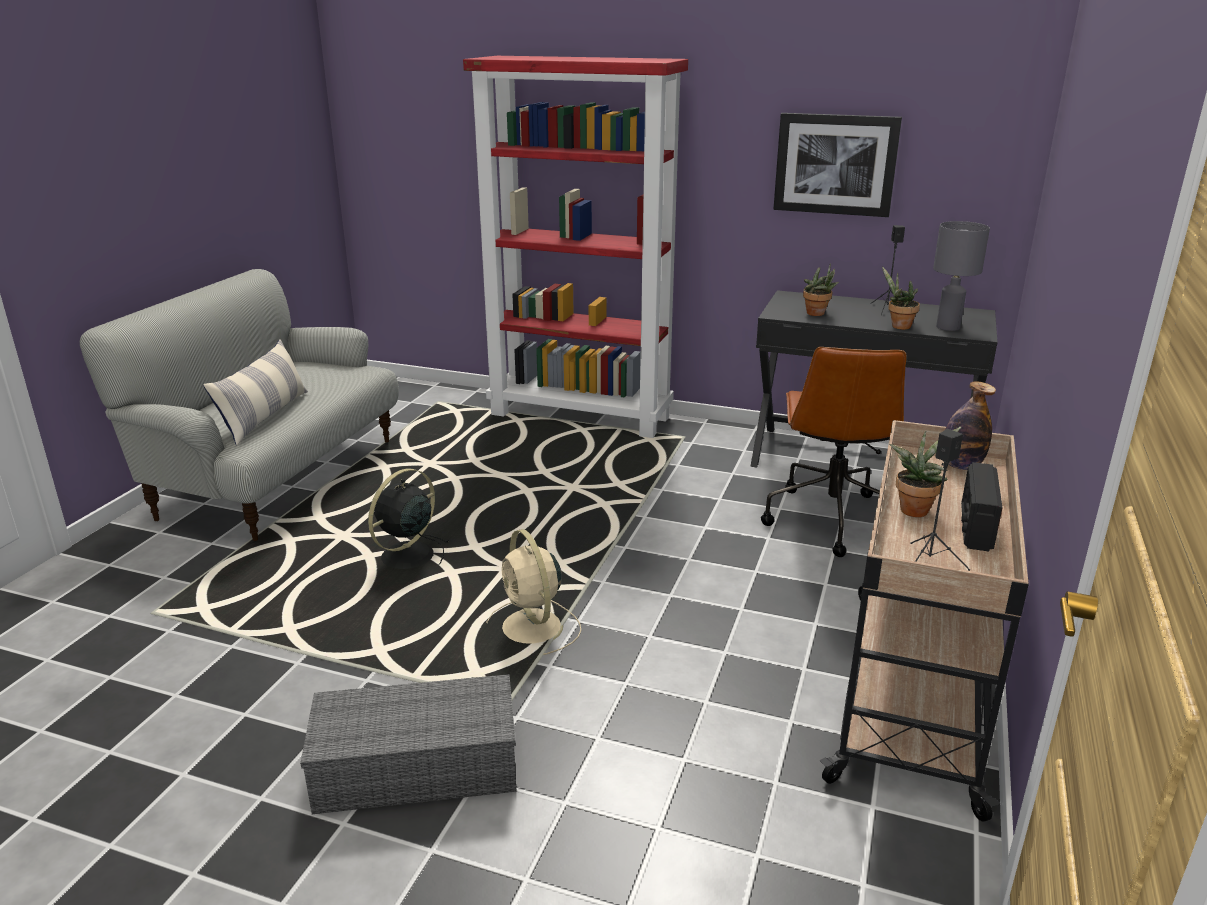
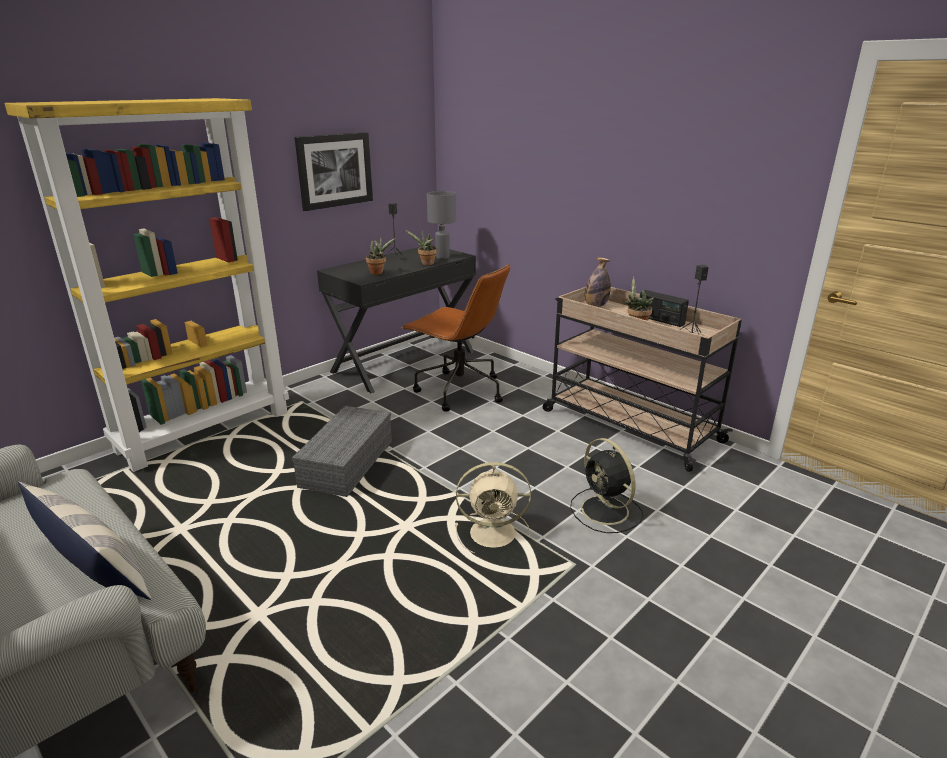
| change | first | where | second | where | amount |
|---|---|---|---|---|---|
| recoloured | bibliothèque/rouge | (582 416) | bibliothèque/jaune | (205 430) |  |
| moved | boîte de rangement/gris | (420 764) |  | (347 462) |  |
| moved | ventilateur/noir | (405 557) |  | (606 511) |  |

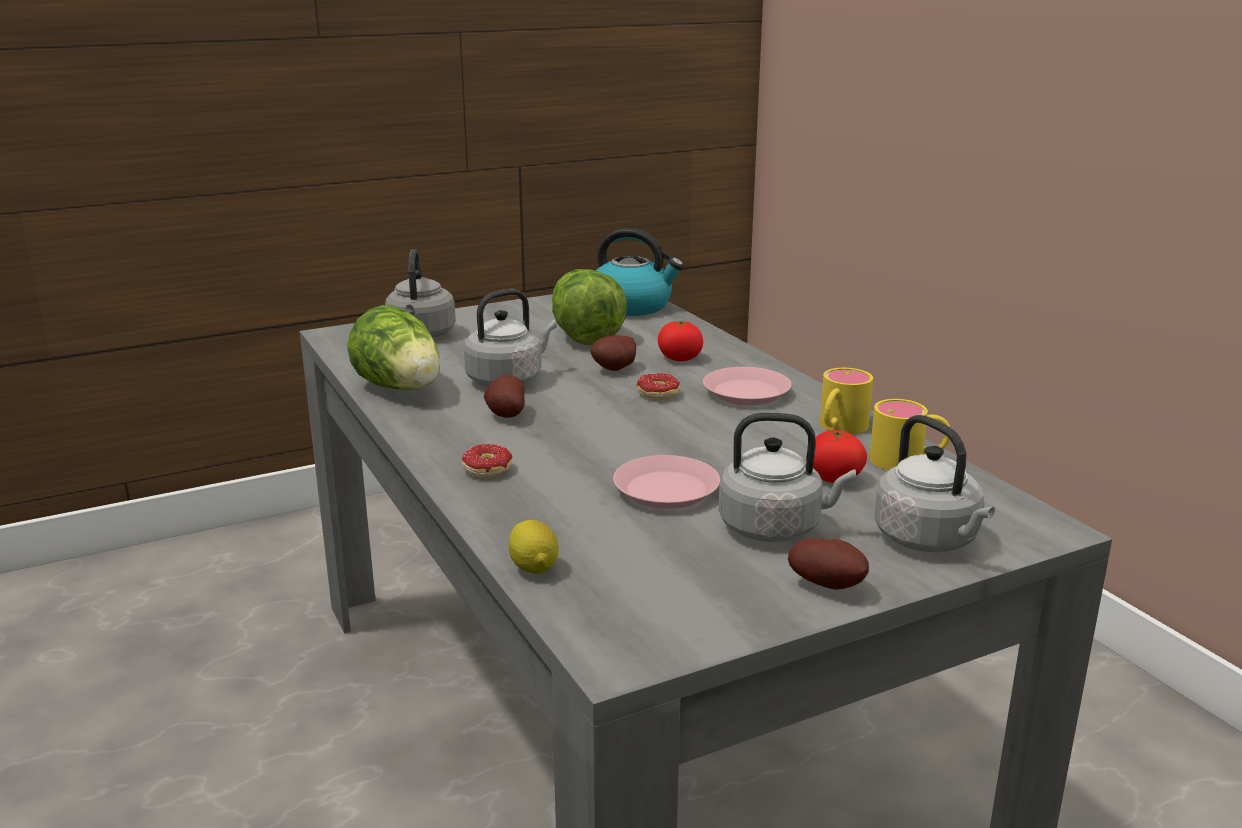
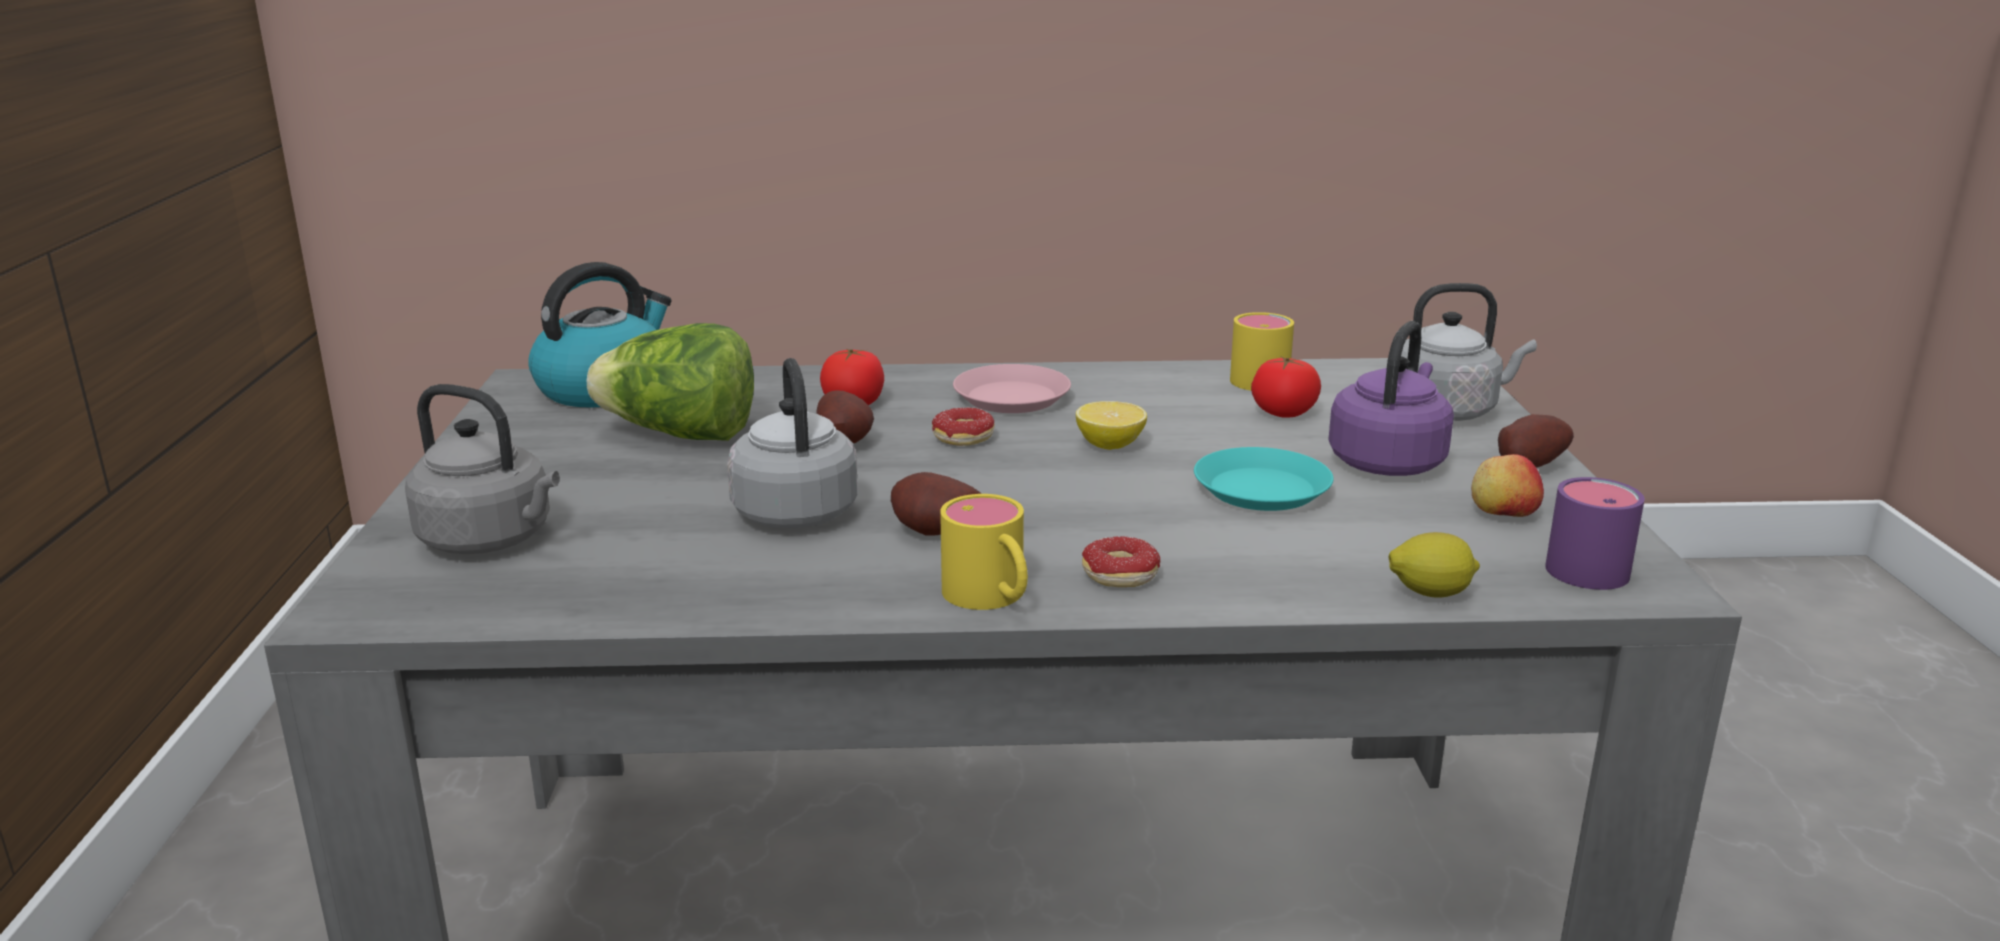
| change | first | where | second | where | amount |
|---|---|---|---|---|---|
| moved | mug/jaune | (839 428) |  | (992 598) |  |
| added |  |  | citron | (1110 445) |  |
| recoloured | assiette/rose | (666 490) | assiette/turquoise | (1261 489) |  |
| recoloured | bouilloire/gris | (775 528) | bouilloire/violet | (1388 461) |  |
| added |  |  | pomme | (1503 514) |  |
| added |  |  | mug/violet | (1586 563) |  |
| removed | laitue | (401 389) |  |  |  |

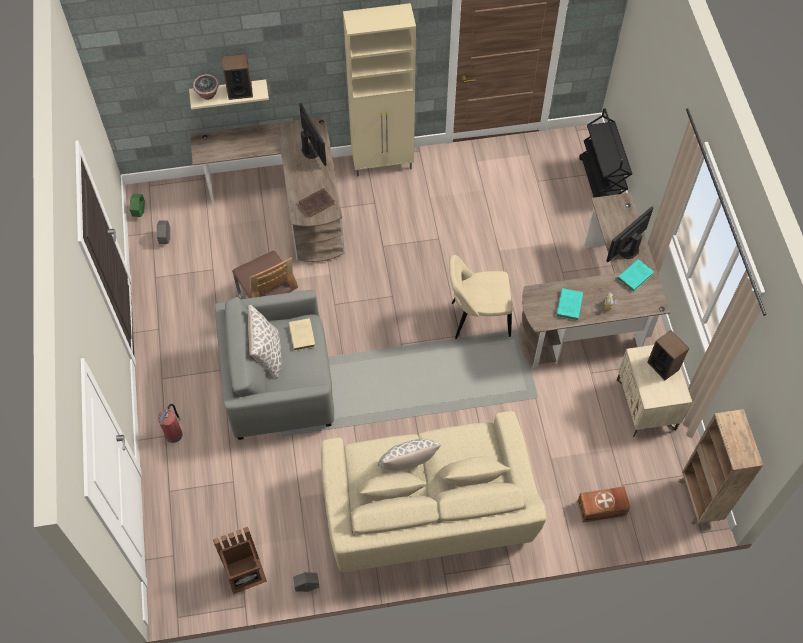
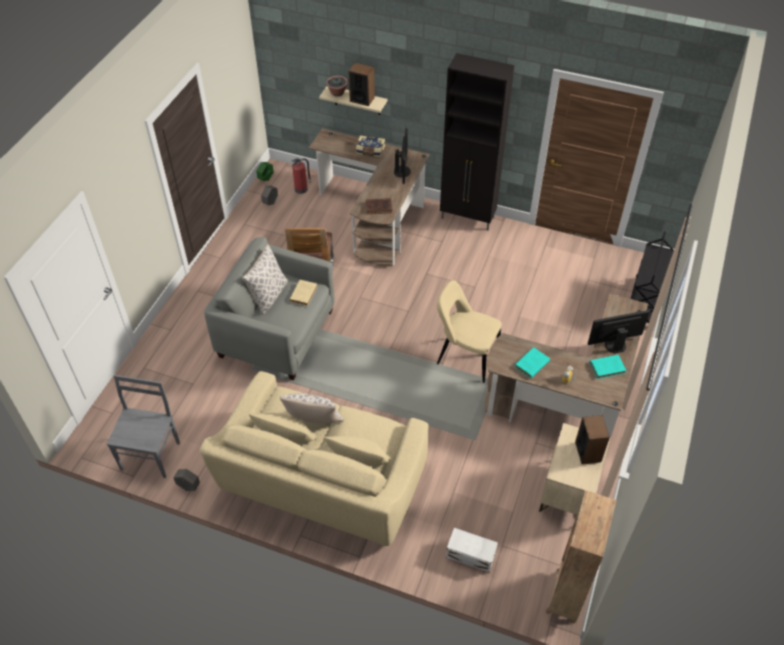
| change | first | where | second | where | amount |
|---|---|---|---|---|---|
| replaced | poubelle/marron | (246 575) | chaise/gris | (151 454) |  |
| moved | extincteur | (174 433) |  | (301 189) |  |
| added |  |  | livre | (370 151) |  |
| recoloured | meuble de rangement/beige | (383 164) | meuble de rangement/noir | (468 218) |  |
| recoloured | boîte de rangement/marron | (602 508) | boîte de rangement/blanc | (471 555) |  |

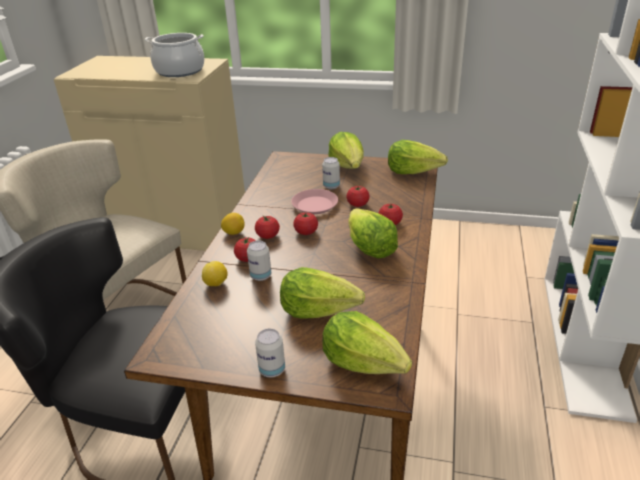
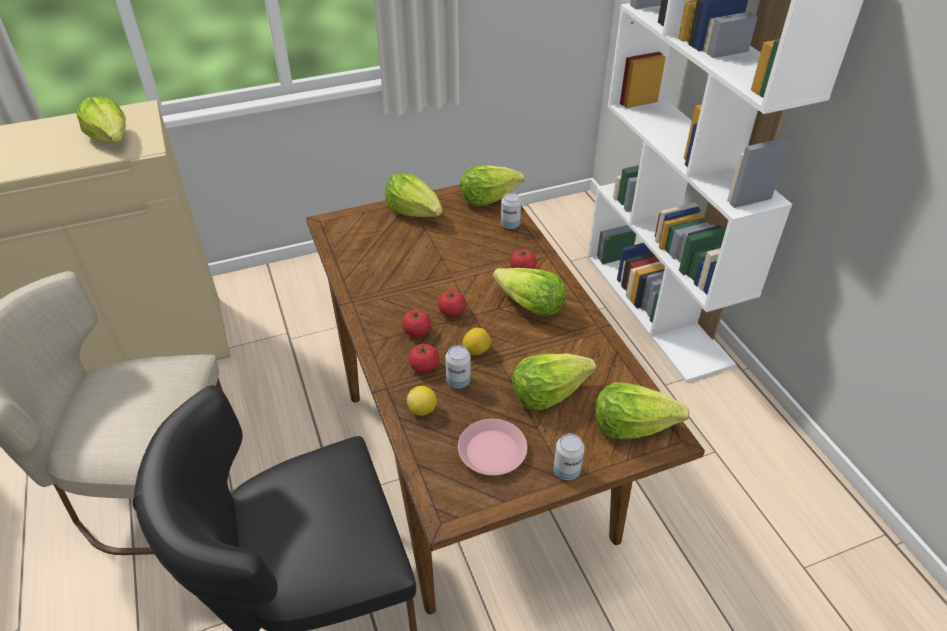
| change | first | where | second | where | amount |
|---|---|---|---|---|---|
| replaced | marmite | (180 71) | laitue | (111 139) |  |
| moved | assiette/rose | (315 205) |  | (492 451) |  |
| moved | citron | (234 233) |  | (476 350) |  |
| moved | boîte métallique | (331 186) |  | (510 225) |  |
| removed | tomate | (358 204) |  |  |  |

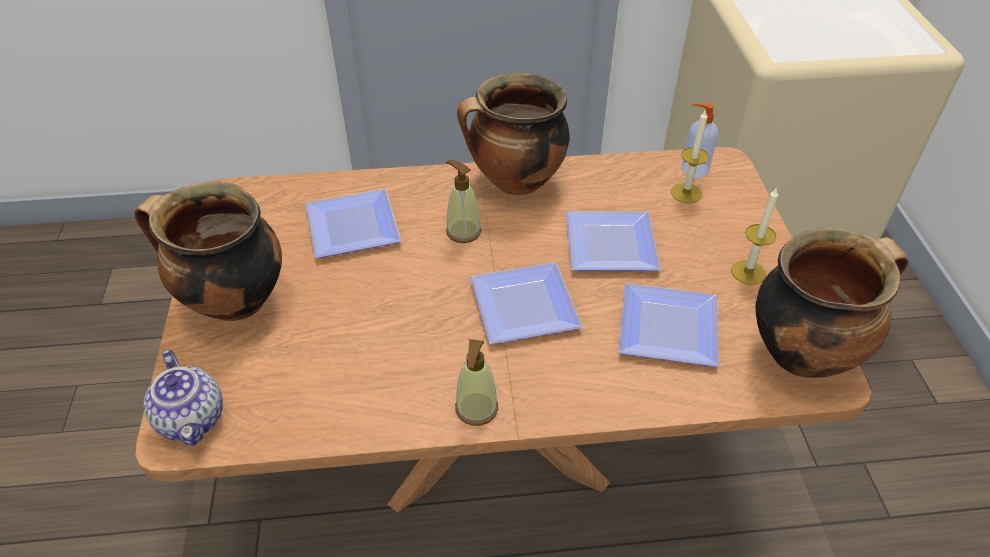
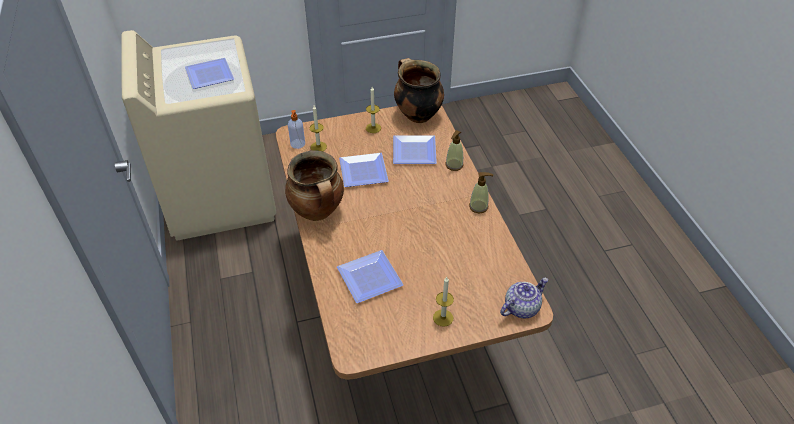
| change | first | where | second | where | amount |
|---|---|---|---|---|---|
| moved | assiette | (520 304) |  | (208 76) |  |
| replaced | marmite | (232 301) | bougie | (443 317) |  |
| moved | distributeur de savon | (463 231) |  | (454 165) |  |

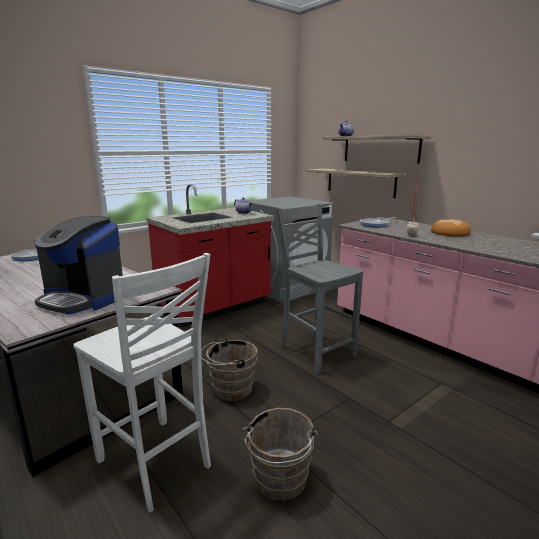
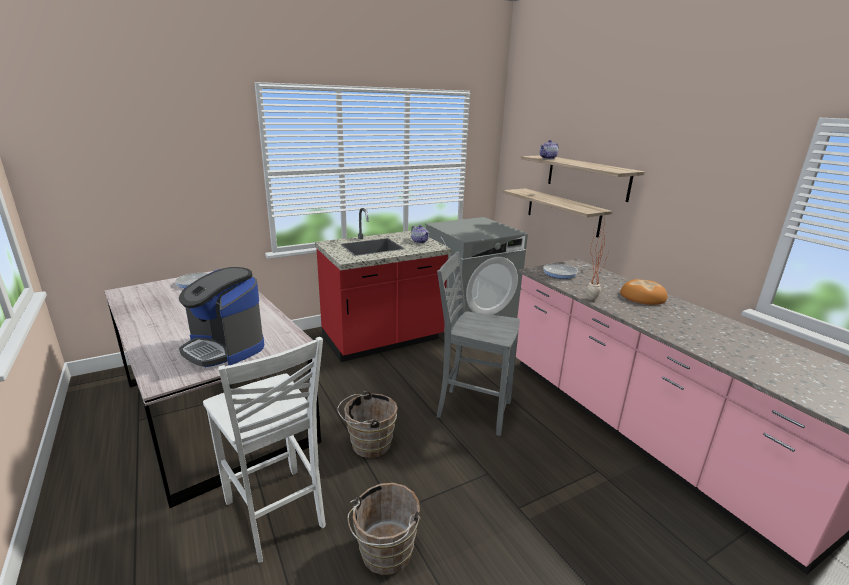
| change | first | where | second | where | amount |
|---|---|---|---|---|---|
| turned | chaise/gris | (316 351) |  | (472 410) | 45 degrees counterclockwise |

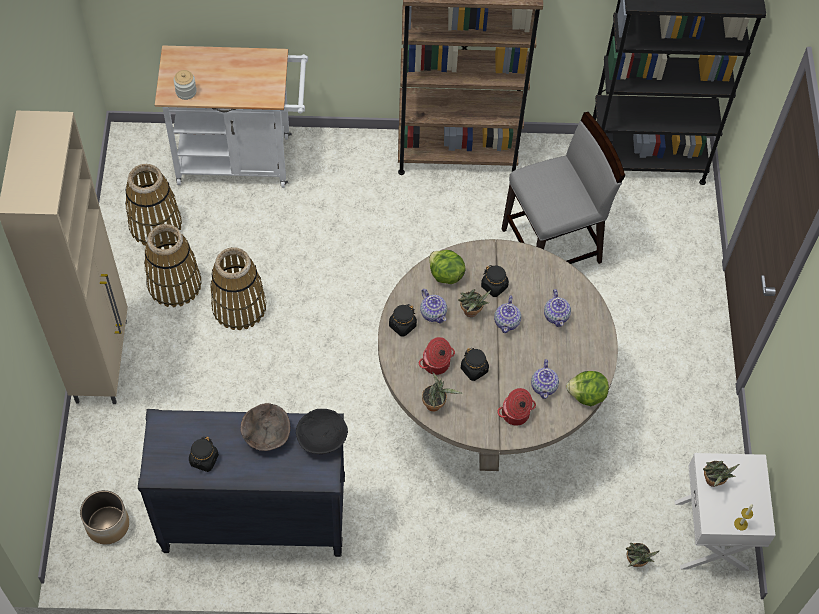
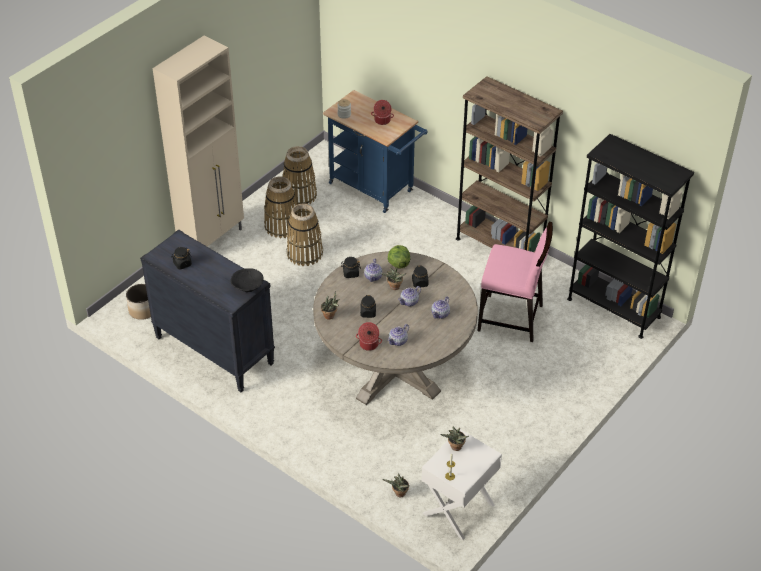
| change | first | where | second | where | amount |
|---|---|---|---|---|---|
| recoloured | chariot/blanc | (242 159) | chariot/bleu | (375 189) |  |
| moved | marmite | (436 364) |  | (382 120) |  |
| recoloured | chaise/gris | (552 246) | chaise/rose | (511 318) |  |
| removed | bol/marron | (266 434) |  |  |  |
| removed | laitue | (586 395) |  |  |  |

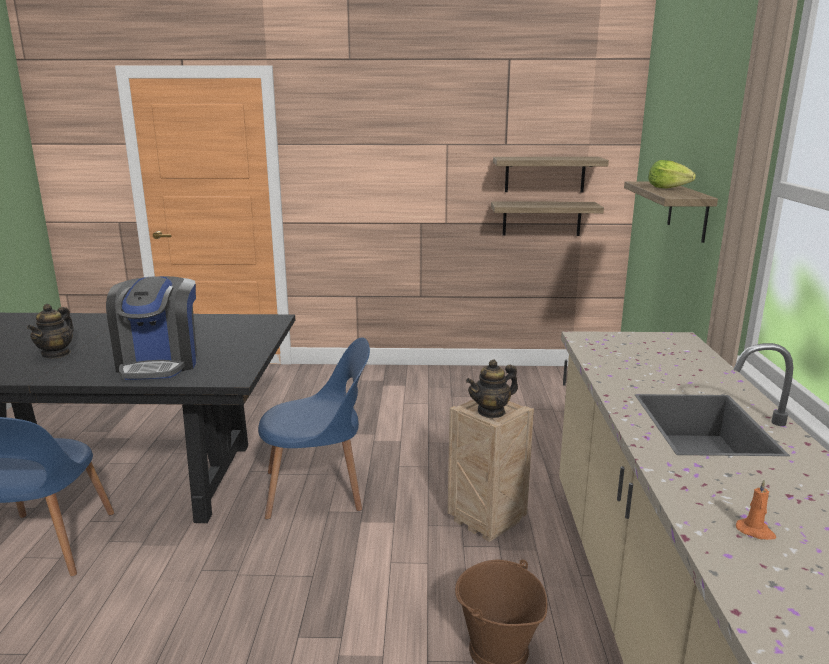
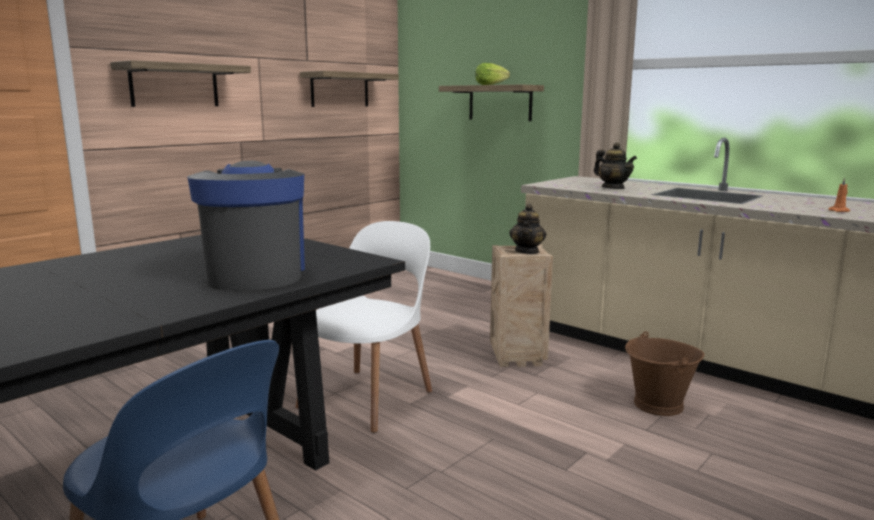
| change | first | where | second | where | amount |
|---|---|---|---|---|---|
| moved | étagère | (541 218) |  | (174 85) |  |
| turned | machine à café | (159 363) |  | (255 273) | 135 degrees counterclockwise |
| recoloured | chaise/bleu | (318 490) | chaise/blanc | (369 397) |  |
| moved | théière | (56 354) |  | (613 188) |  |

